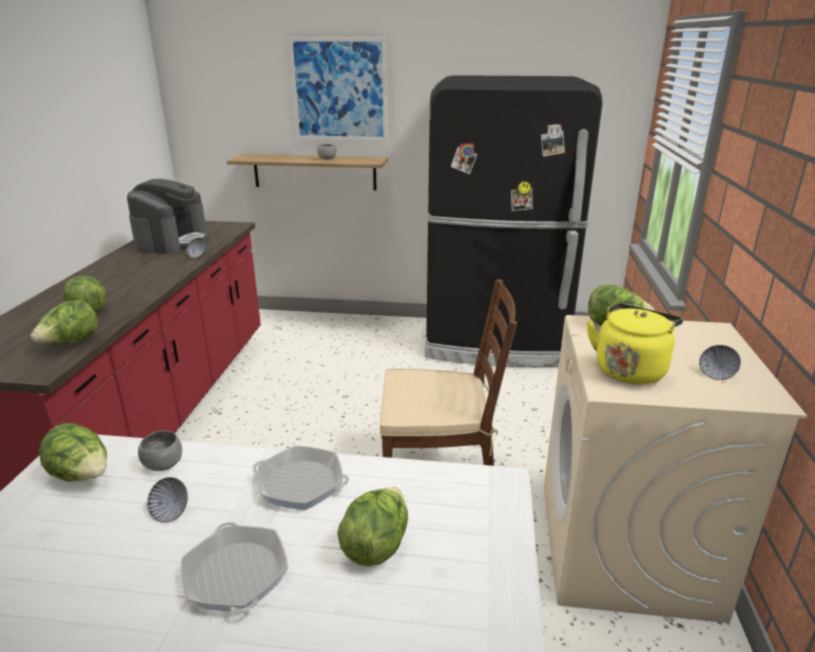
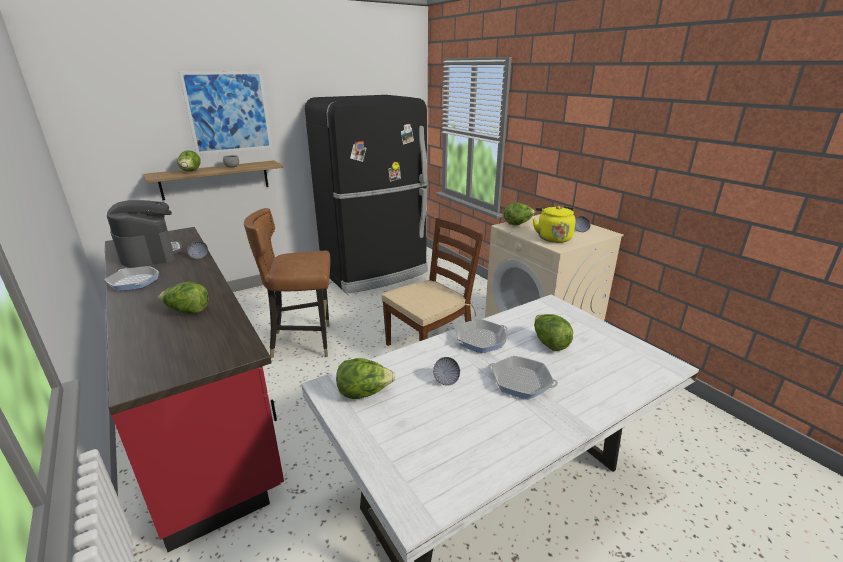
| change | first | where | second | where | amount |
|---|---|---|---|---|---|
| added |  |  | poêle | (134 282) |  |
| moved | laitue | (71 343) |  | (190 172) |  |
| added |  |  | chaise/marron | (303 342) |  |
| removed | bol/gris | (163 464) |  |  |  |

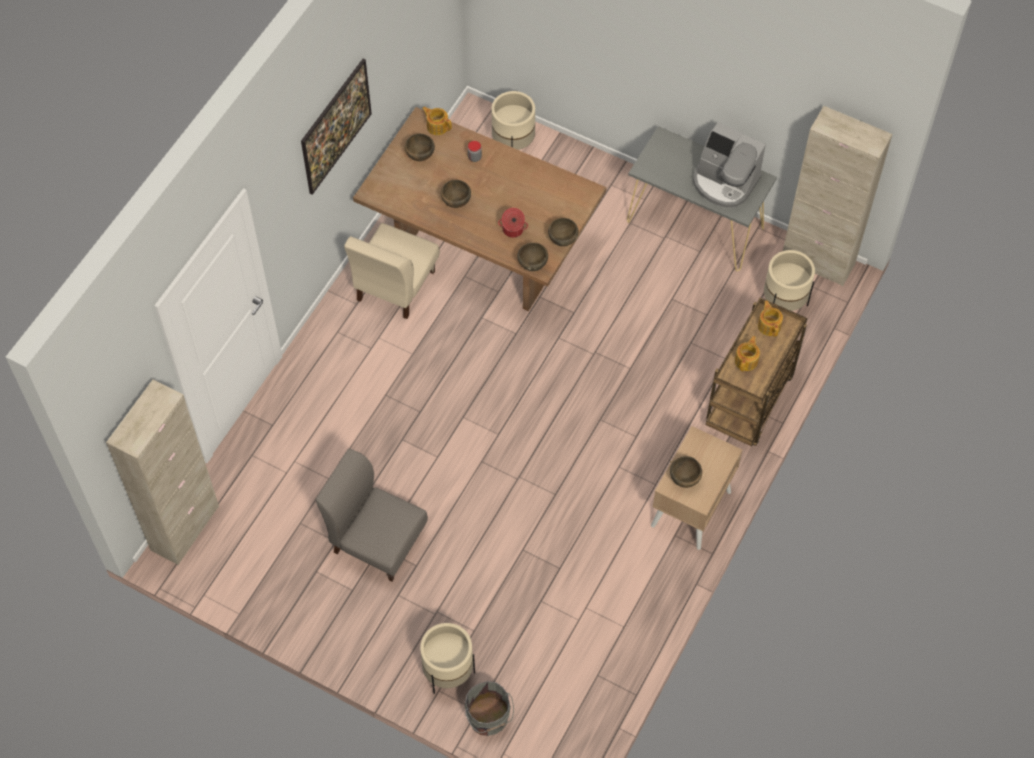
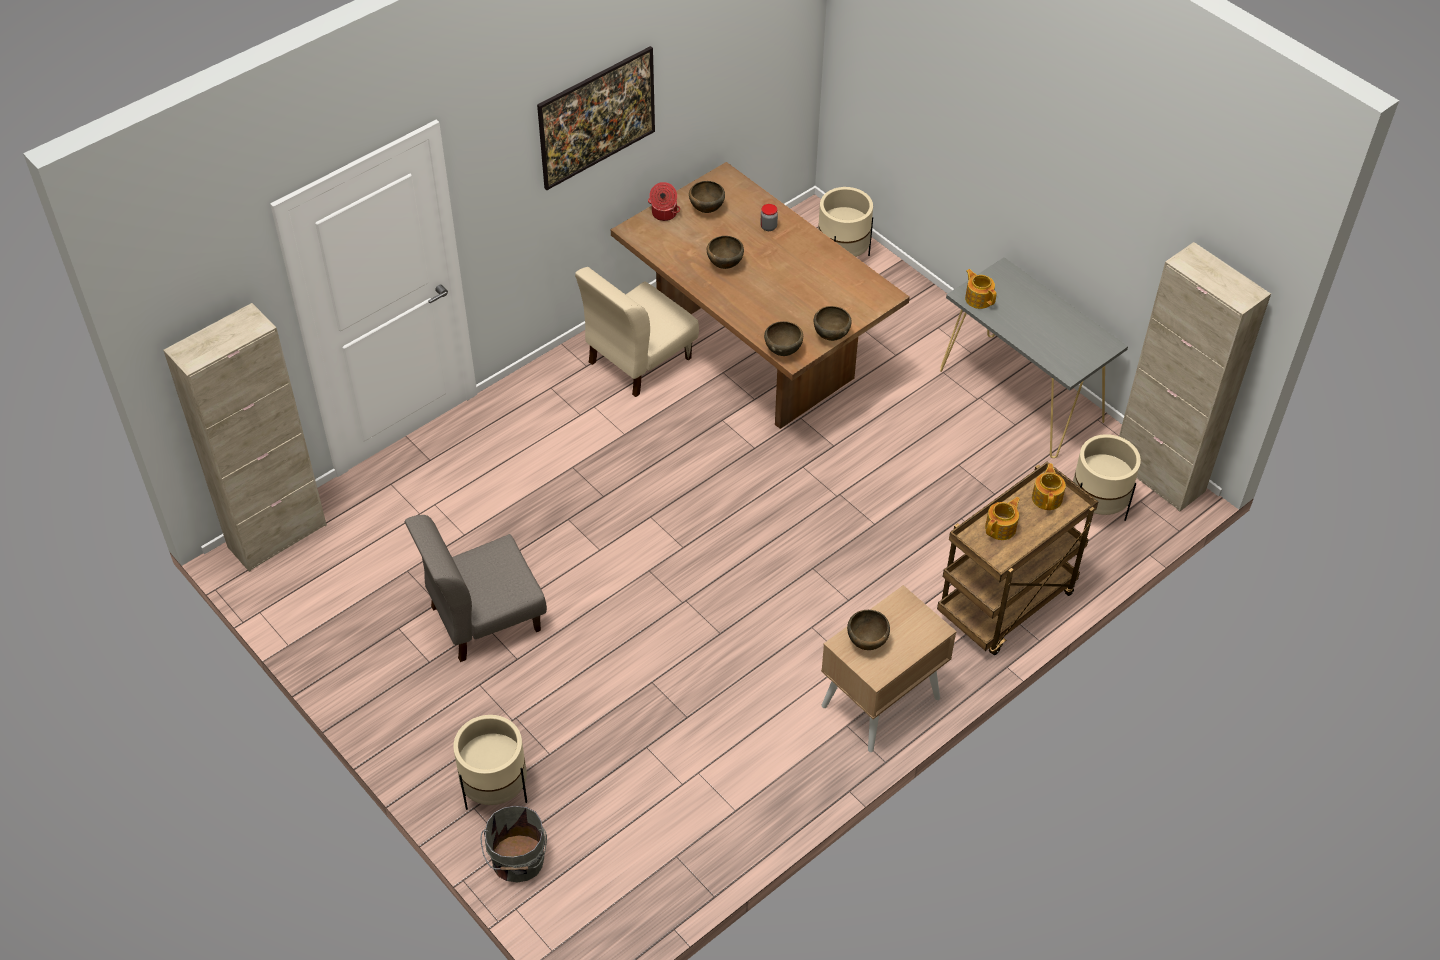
| change | first | where | second | where | amount |
|---|---|---|---|---|---|
| turned | chaise/gris | (377 541) |  | (484 618) | 75 degrees counterclockwise |
| moved | marmite | (513 230) |  | (664 213) |  |
| moved | théière | (437 126) |  | (978 298) |  |
| removed | machine à café | (724 182) |  |  |  |

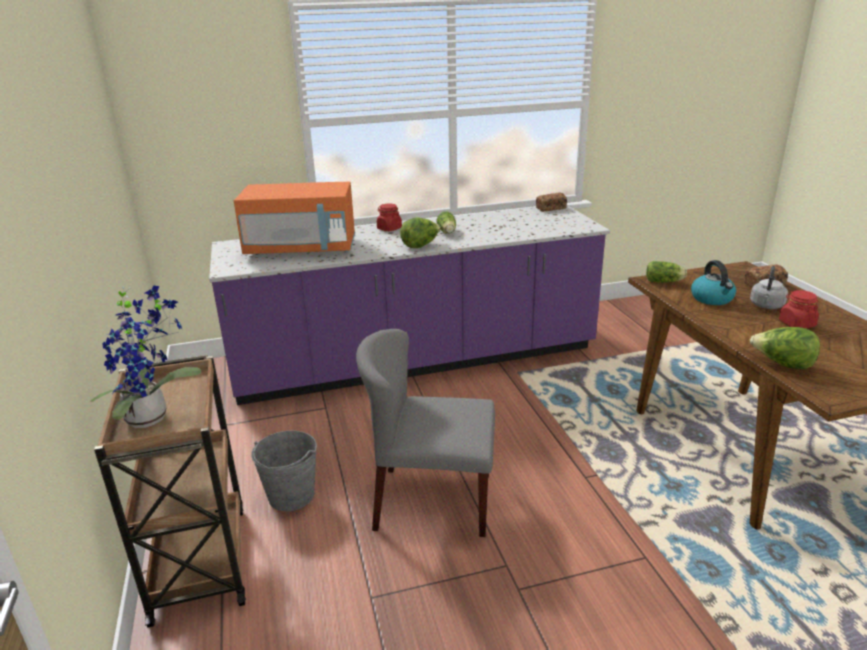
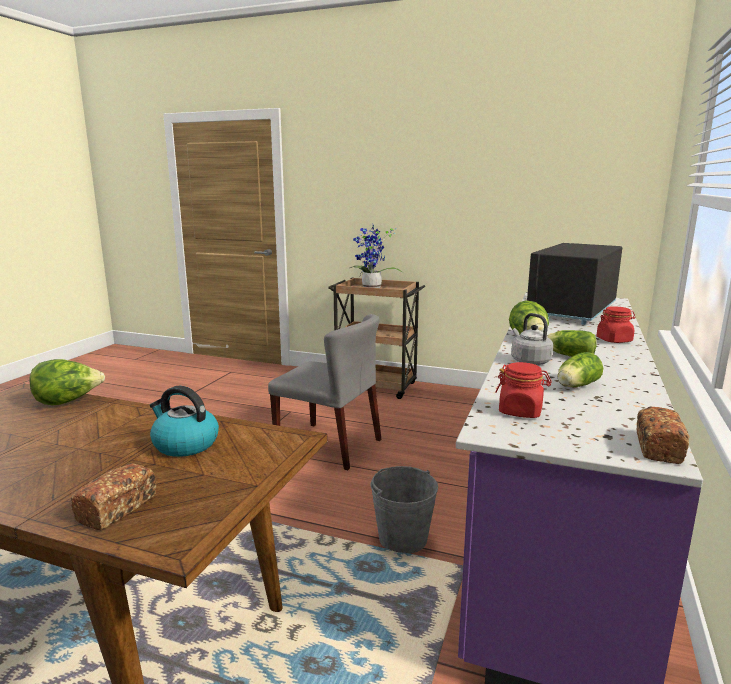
| change | first | where | second | where | amount |
|---|---|---|---|---|---|
| turned | chaise/gris | (432 501) |  | (330 445) | 75 degrees clockwise |
| moved | seau/gris | (291 496) |  | (403 538) |  |
| moved | bocal/rouge | (796 324) |  | (520 411) |  |
| moved | bouilloire/gris | (766 306) |  | (529 361) |  |
| recoloured | micro-ondes/orange | (302 249) | micro-ondes/noir | (571 311) |  |
| moved | laitue | (665 282) |  | (576 386) |  |

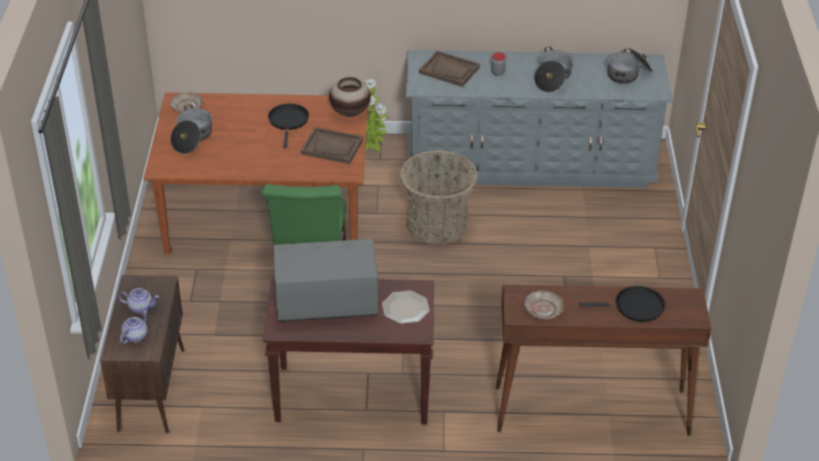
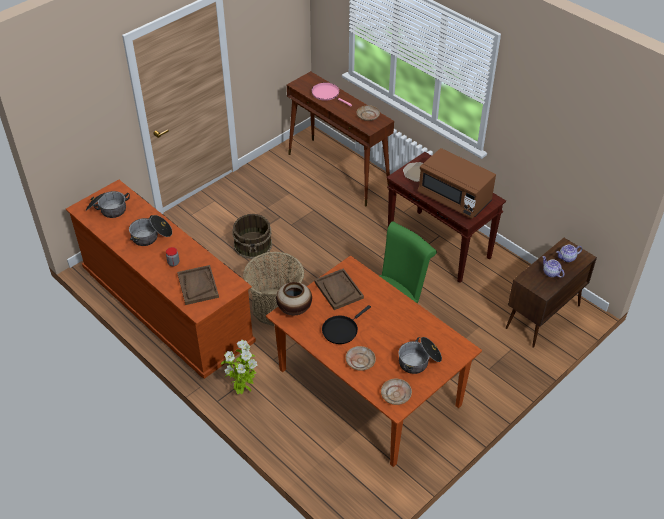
| change | first | where | second | where | amount |
|---|---|---|---|---|---|
| recoloured | commode/gris | (530 163) | commode/marron | (167 307) |  |
| added |  |  | seau/marron | (253 244) |  |
| recoloured | poêle/noir | (635 307) | poêle/rose | (327 94) |  |
| added |  |  | assiette/beige | (360 361) |  |
| recoloured | micro-ondes/gris | (326 303) | micro-ondes/marron | (454 198) |  |

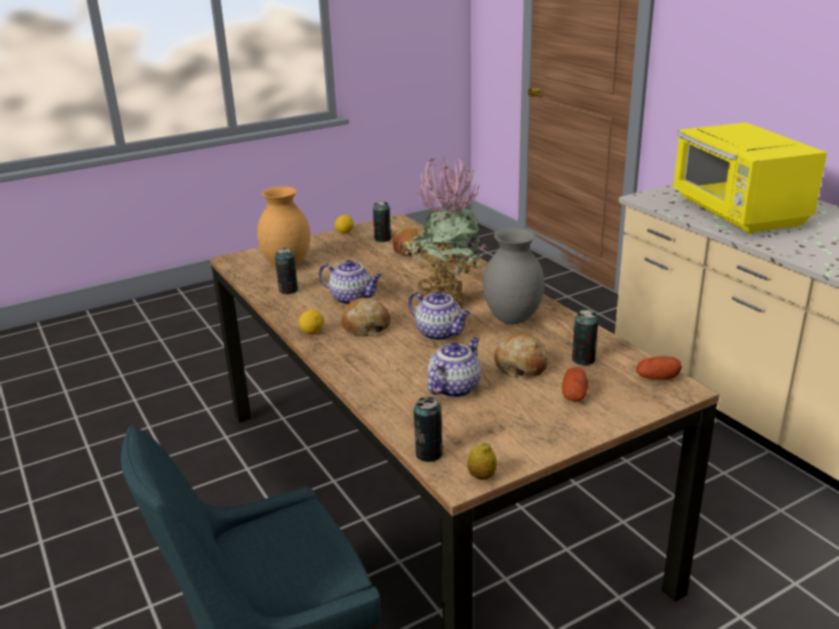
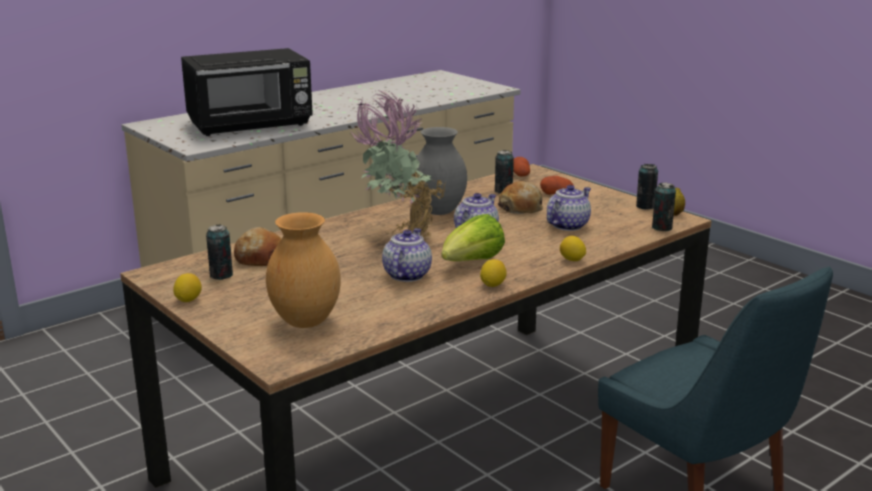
| change | first | where | second | where | amount |
|---|---|---|---|---|---|
| recoloured | micro-ondes/jaune | (738 213) | micro-ondes/noir | (251 125) |  |
| replaced | pain | (365 326) | laitue | (472 263) |  |
| turned | théière | (454 387) |  | (568 225) | 105 degrees clockwise |
| added |  |  | citron | (572 260) |  |
| moved | boîte métallique | (288 290) |  | (645 206) |  |

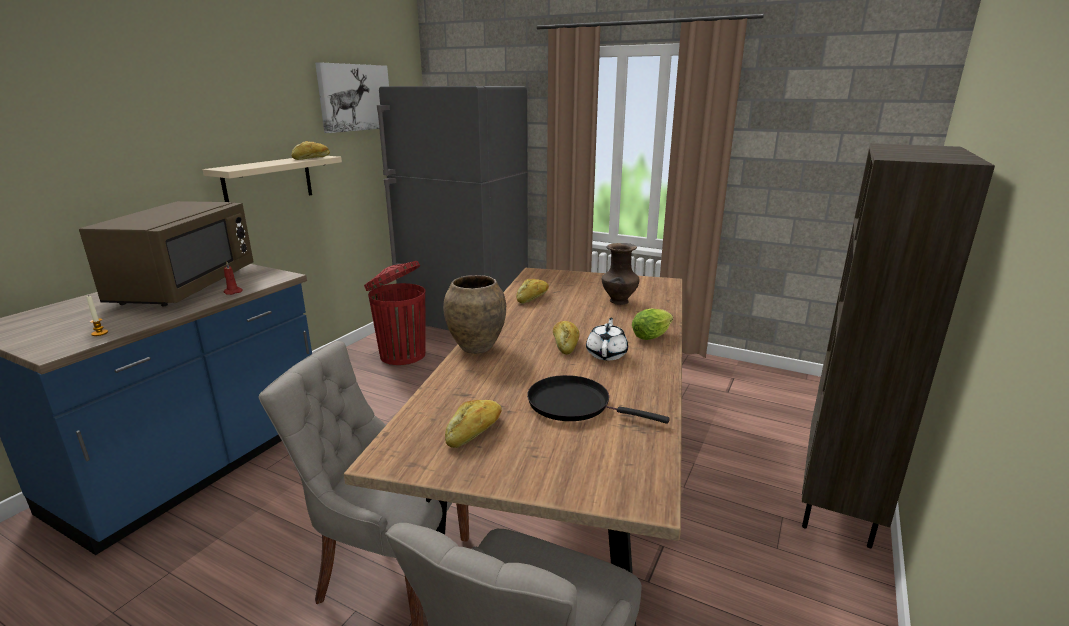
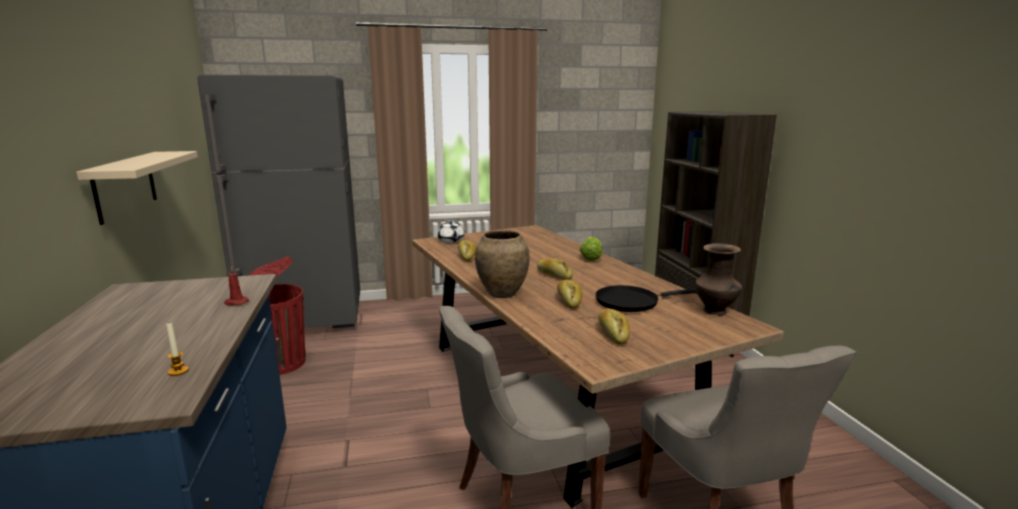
| change | first | where | second | where | amount |
|---|---|---|---|---|---|
| moved | théière/blanc | (606 354) |  | (451 240) |  |
| moved | pain | (311 158) |  | (569 300) |  |
| moved | vase/marron | (619 302) |  | (715 311) |  |
| removed | micro-ondes/marron | (185 287) |  |  |  |
| removed | tableau | (354 97) |  |  |  |

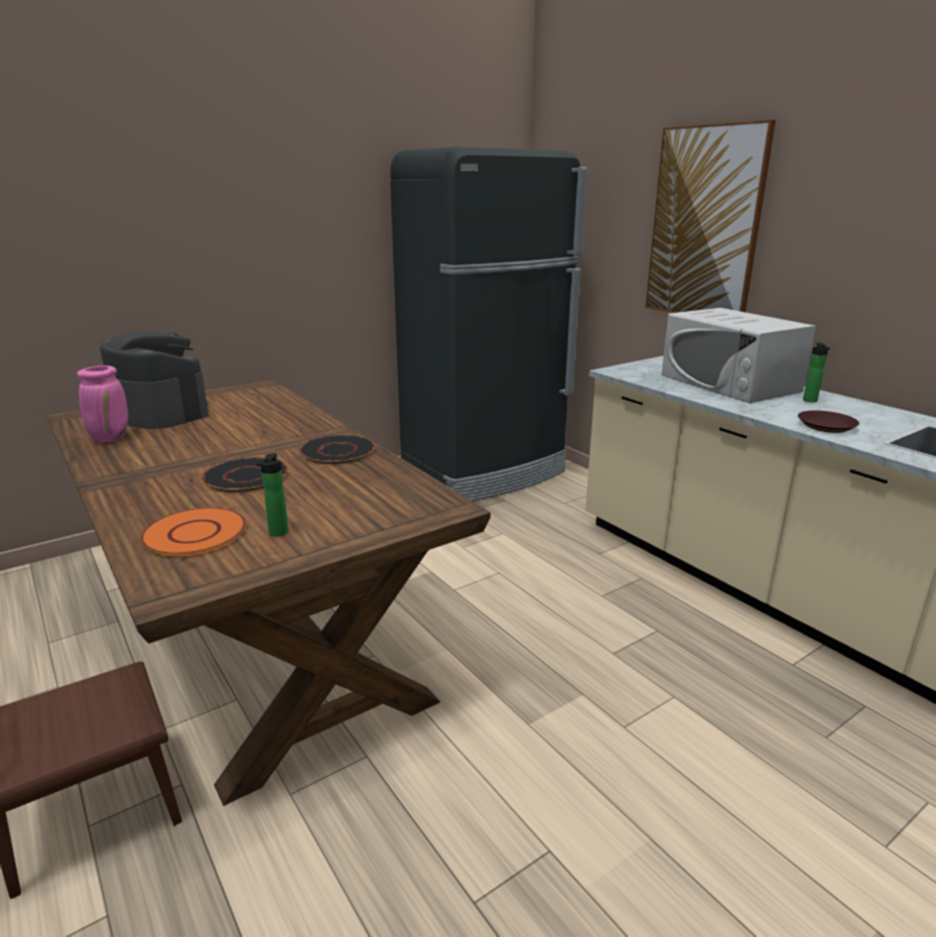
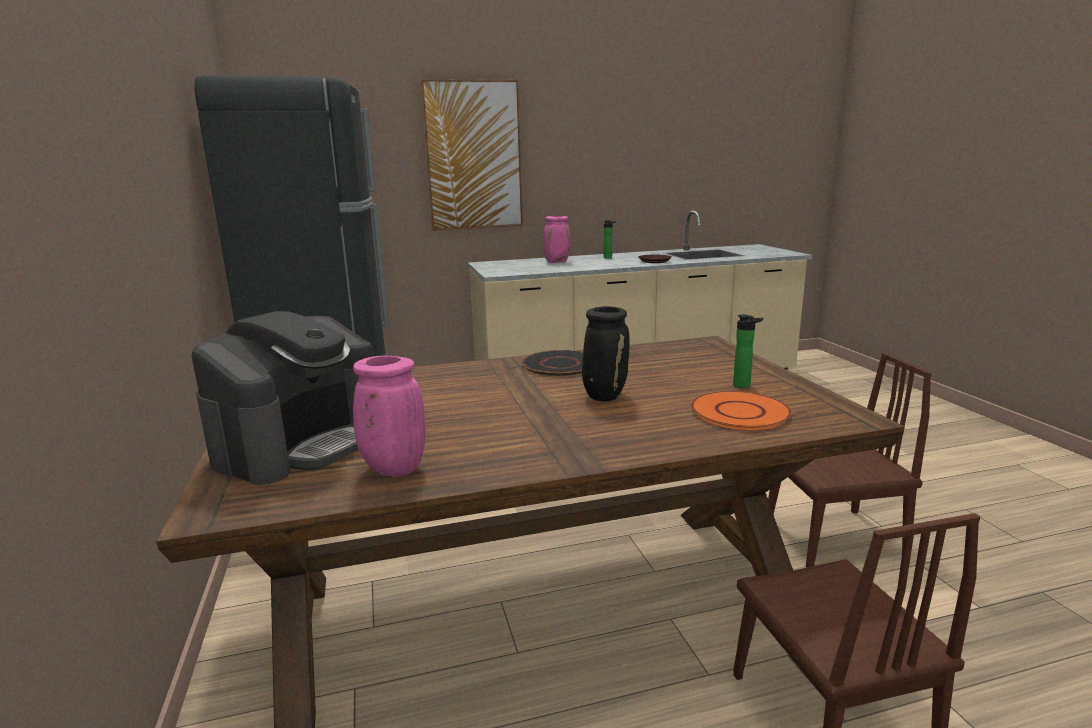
| change | first | where | second | where | amount |
|---|---|---|---|---|---|
| turned | machine à café | (160 412) |  | (301 443) | 150 degrees clockwise |
| replaced | micro-ondes/blanc | (729 383) | vase/rose | (557 262) |  |
| replaced | assiette/noir | (246 476) | vase/noir | (604 395) |  |
| added |  |  | chaise/marron | (833 538) |  |

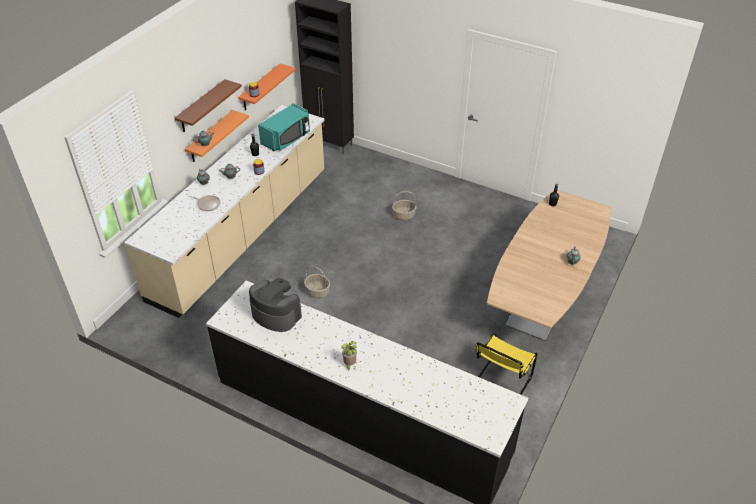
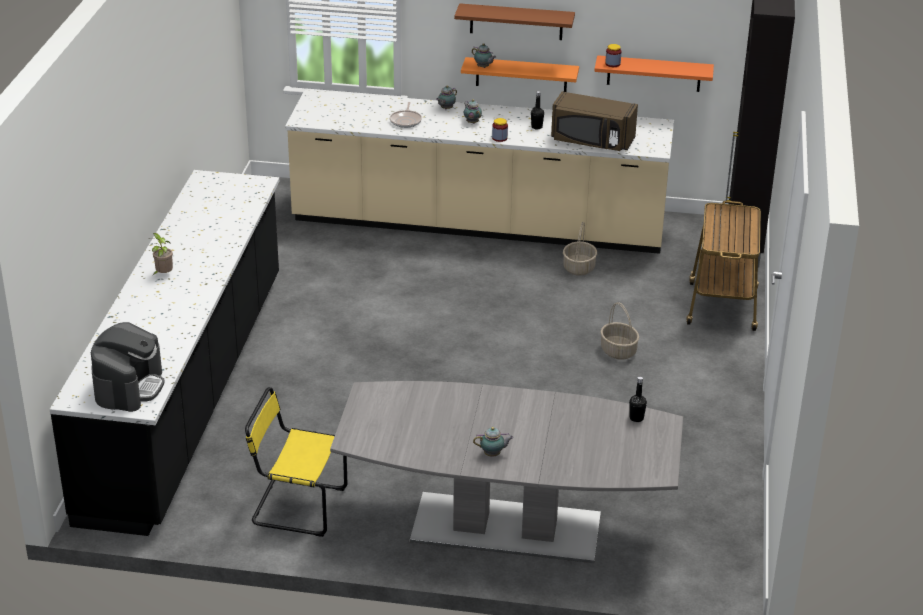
| change | first | where | second | where | amount |
|---|---|---|---|---|---|
| moved | machine à café | (276 314) |  | (129 387) |  |
| recoloured | table à manger/marron | (542 300) | table à manger/gris | (505 527) |  |
| recoloured | micro-ondes/turquoise | (287 138) | micro-ondes/marron | (592 141) |  |
| moved | panier | (317 291) |  | (578 268) |  |
| added |  |  | chariot | (722 308) |  |

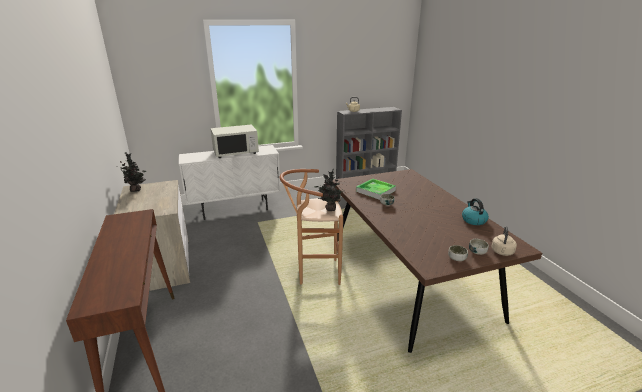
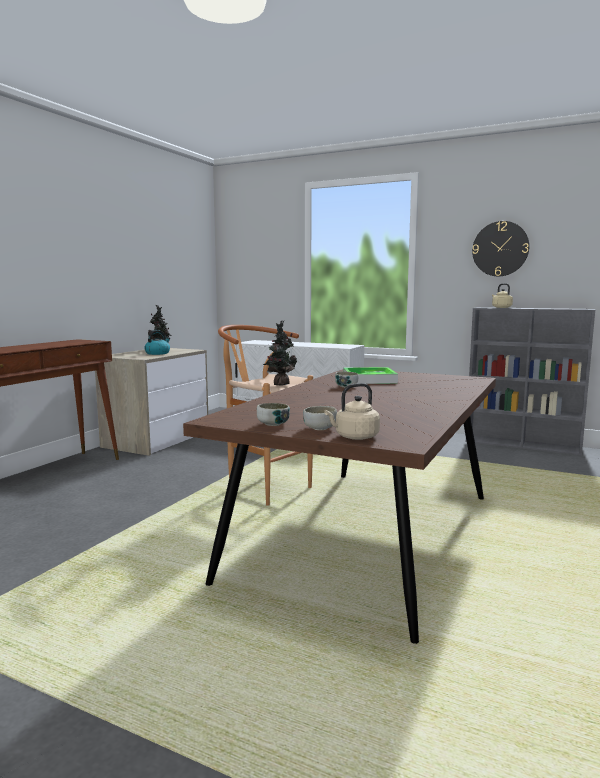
| change | first | where | second | where | amount |
|---|---|---|---|---|---|
| moved | bouilloire | (473 220) |  | (158 353) |  |
| added |  |  | horloge murale | (500 249) |  |
| removed | micro-ondes/blanc | (236 152) |  |  |  |

